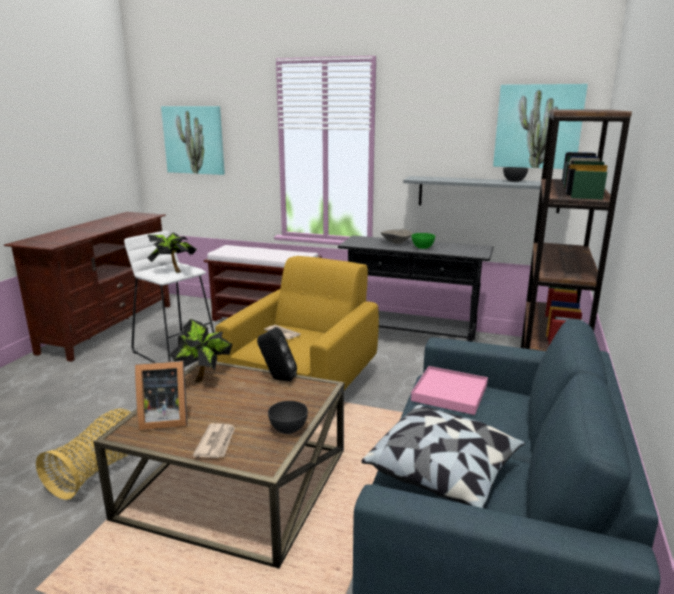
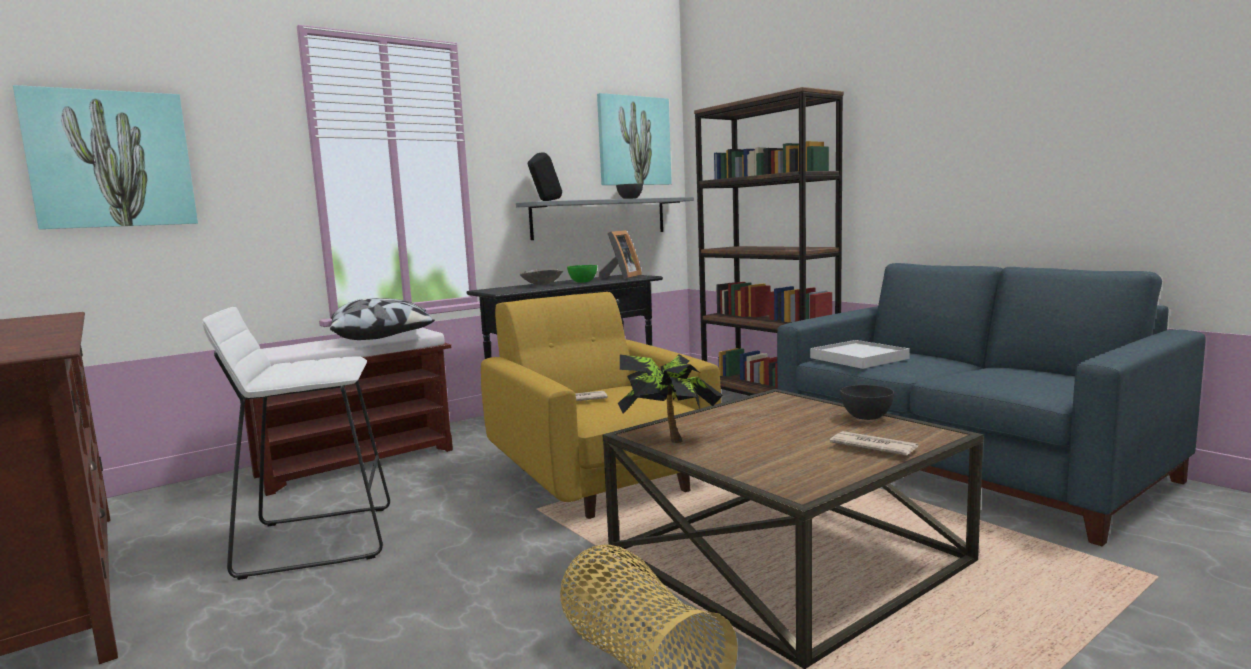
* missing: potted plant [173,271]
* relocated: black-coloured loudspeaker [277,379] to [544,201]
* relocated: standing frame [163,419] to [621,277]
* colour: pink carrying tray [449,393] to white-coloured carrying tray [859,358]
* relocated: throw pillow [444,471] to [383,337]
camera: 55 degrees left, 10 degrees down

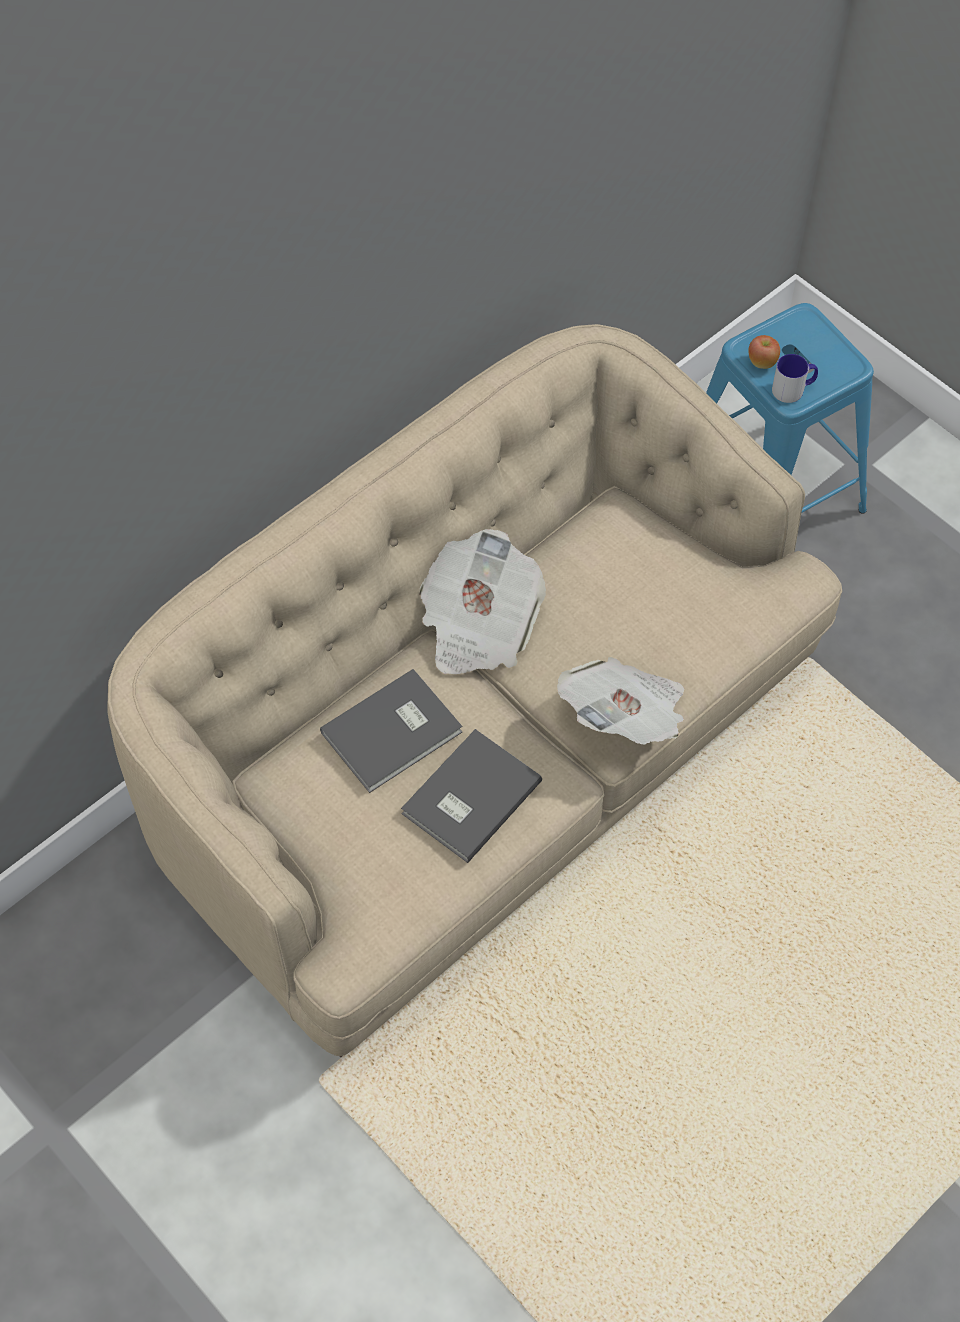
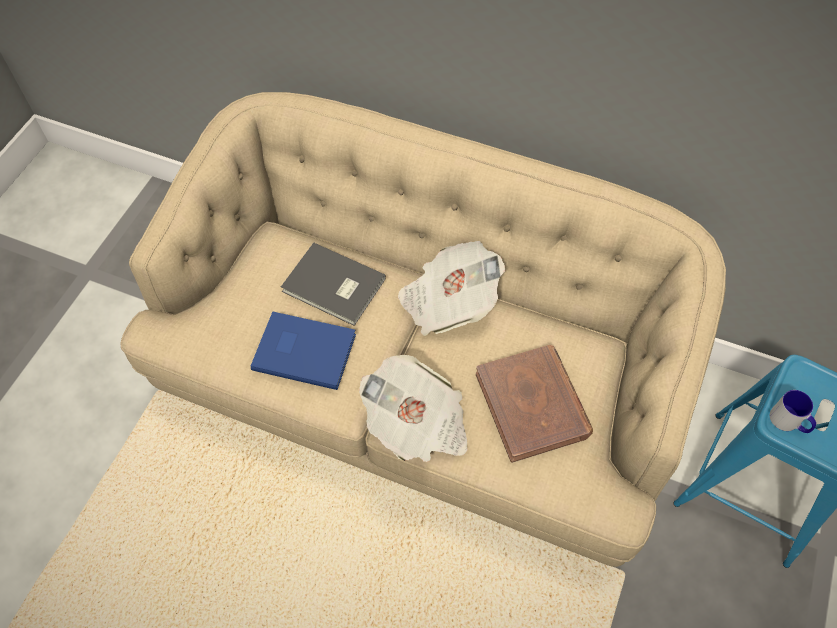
* missing: apple [762,362]
* colour: grey bound book [468,797] to blue-coloured bound book [304,350]
* appeared: brown bound book [532,404]
camera: 65 degrees right, 0 degrees up

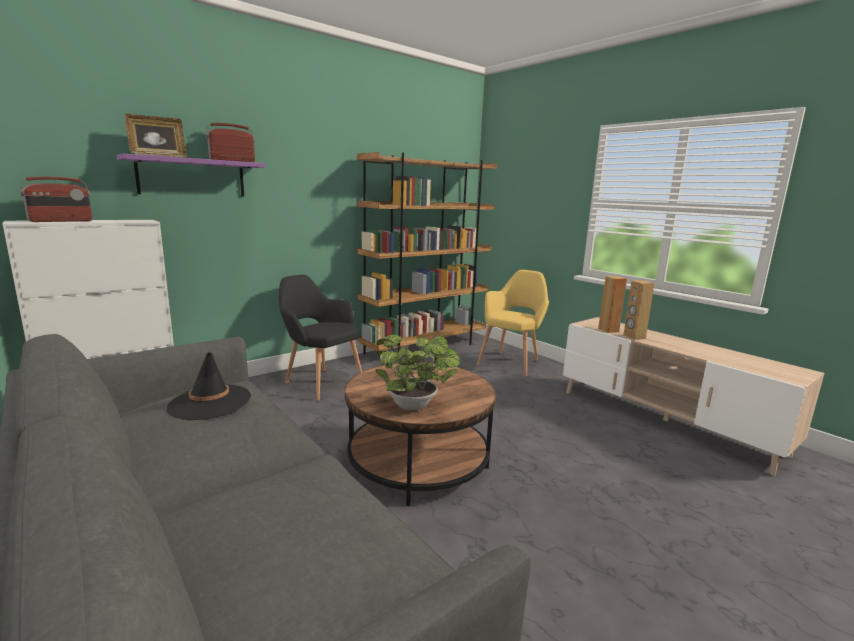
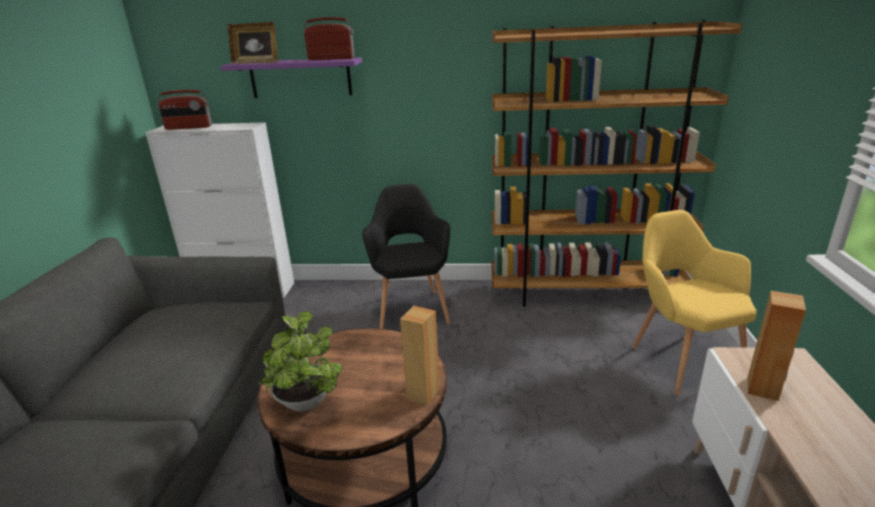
* spun: yellow-coloured easy chair [512,362] = [680,358] 90 degrees counterclockwise
* relocated: brown loudspeaker [634,337] to [422,393]
* missing: black-coloured clothing hat [210,402]
camera: 45 degrees right, 10 degrees up

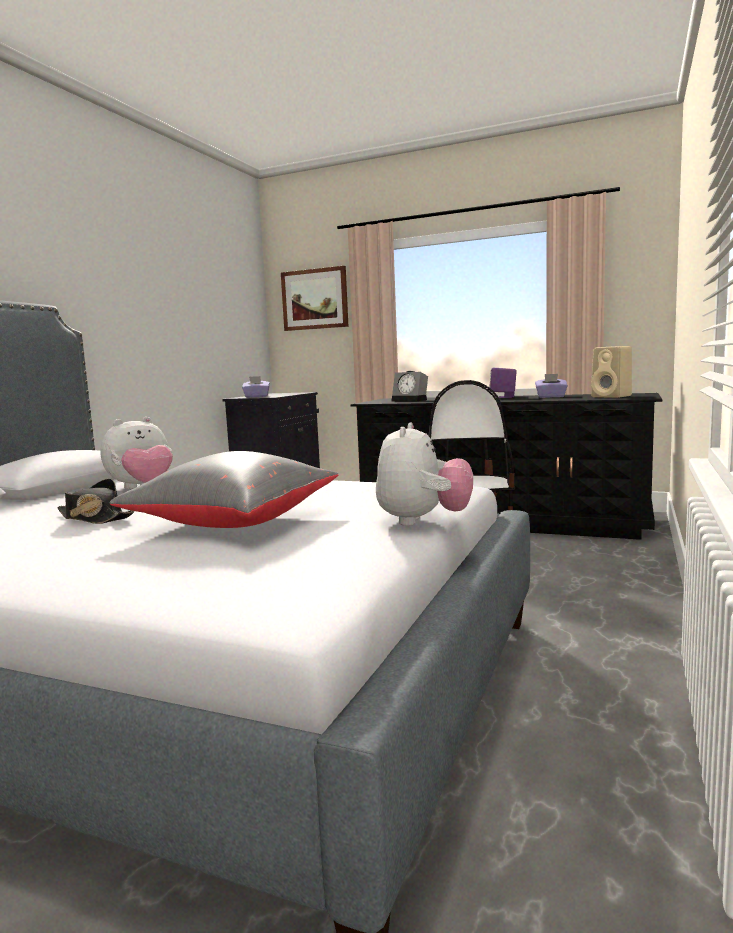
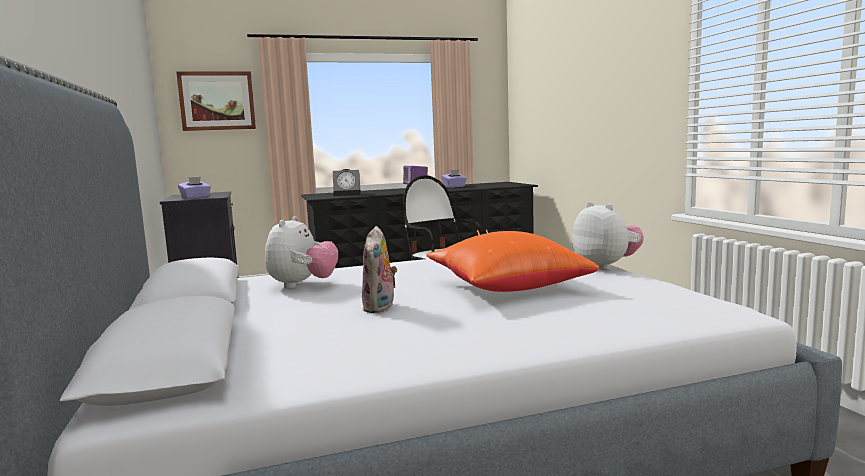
* missing: beige-coloured loudspeaker [612,396]
* colour: grey throw pillow [233,523] to orange throw pillow [505,288]
* exchanged: black-coloured clothing hat [94,518] to soft toy [380,308]
camera: 40 degrees left, 0 degrees up

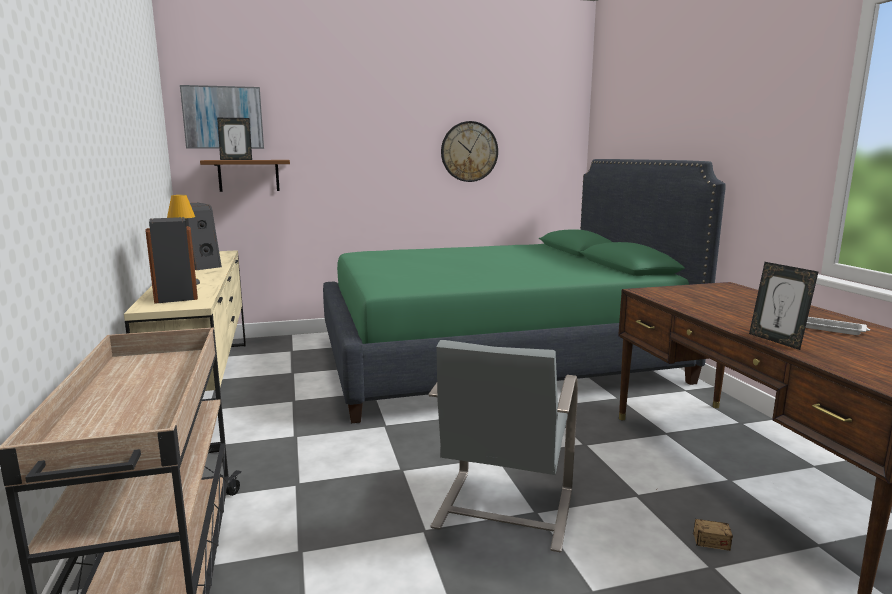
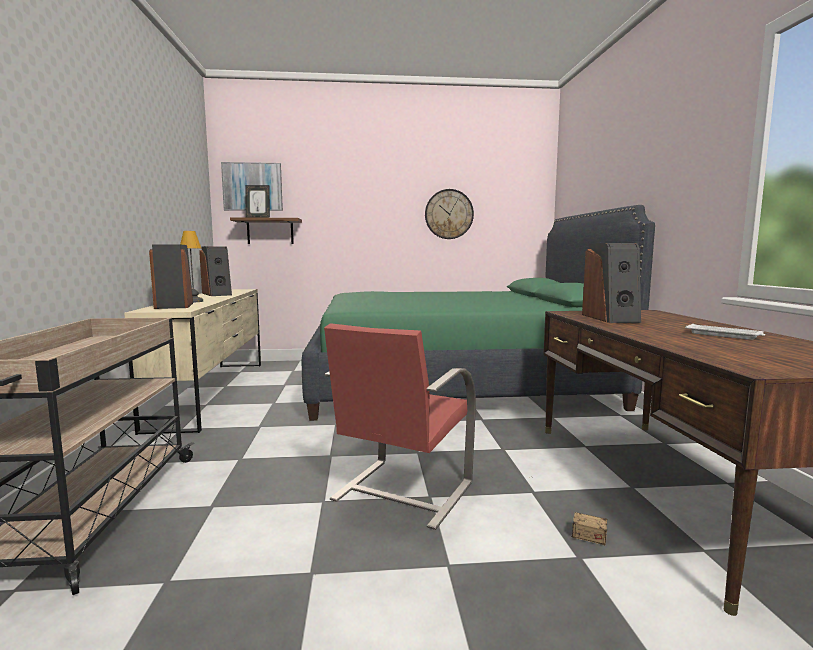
* missing: standing frame [776,341]
* colour: grey chair [503,510] to red-coloured chair [401,492]
* appeared: loudspeaker [611,318]
camera: 10 degrees right, 5 degrees down

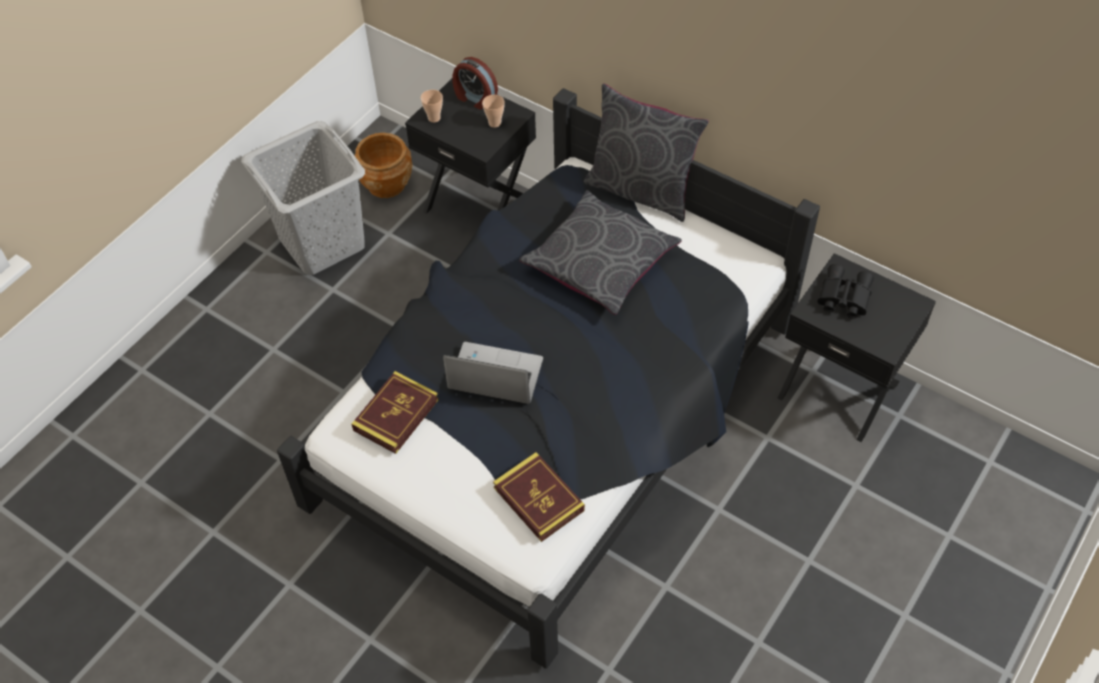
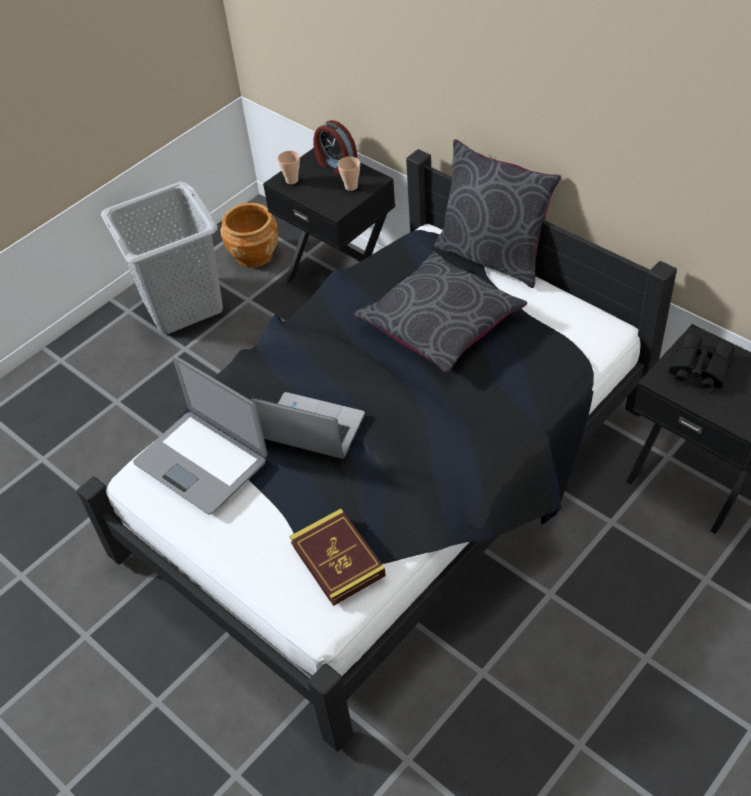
* exchanged: bound book [396,415] to portable computer [202,461]
camera: 10 degrees right, 5 degrees down

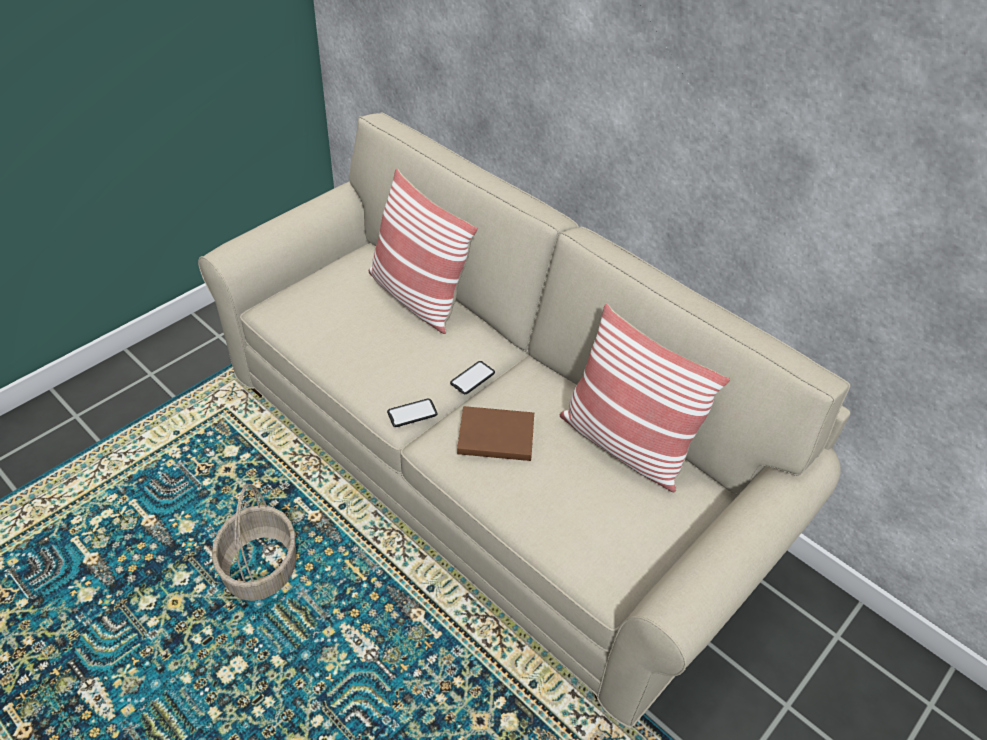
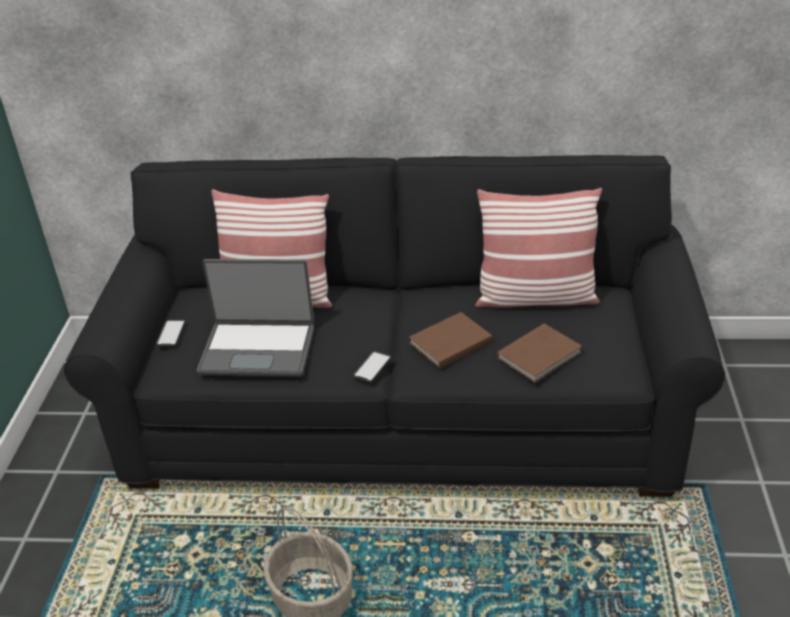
* colour: beige-coloured sofa [490,464] to black-coloured sofa [403,413]
* relocated: phone [472,378] to [171,333]
* appeared: portable computer [258,349]
* appeared: brown bound book [541,355]
camera: 35 degrees left, 10 degrees down

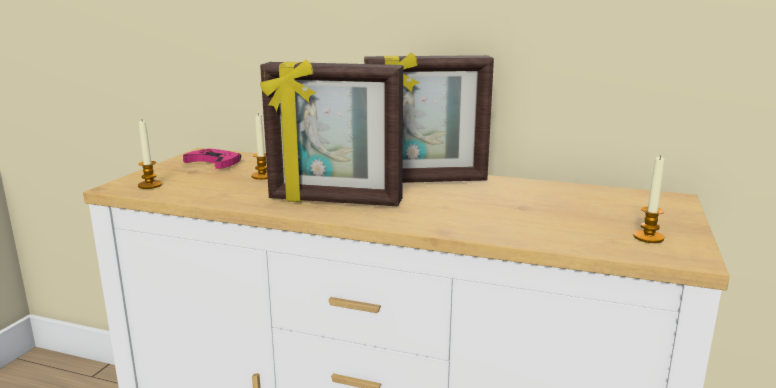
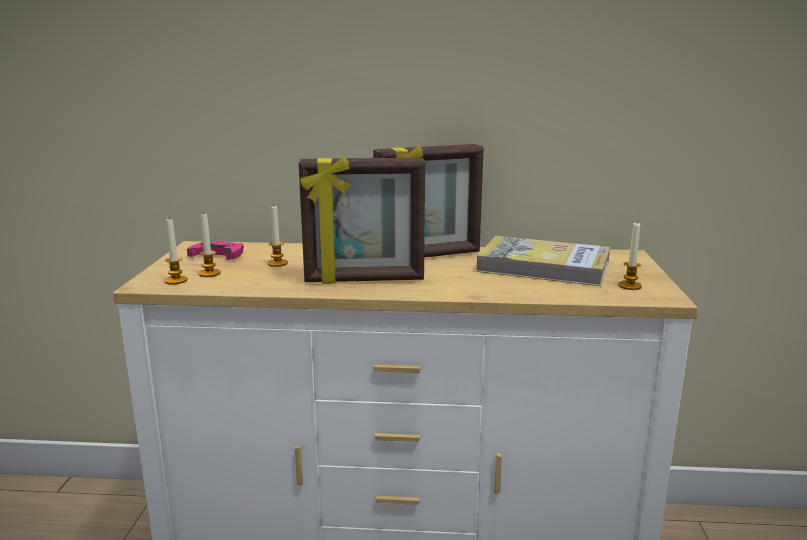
* appeared: wax light [209,273]
* appeared: bound book [543,266]
camera: 15 degrees left, 0 degrees up

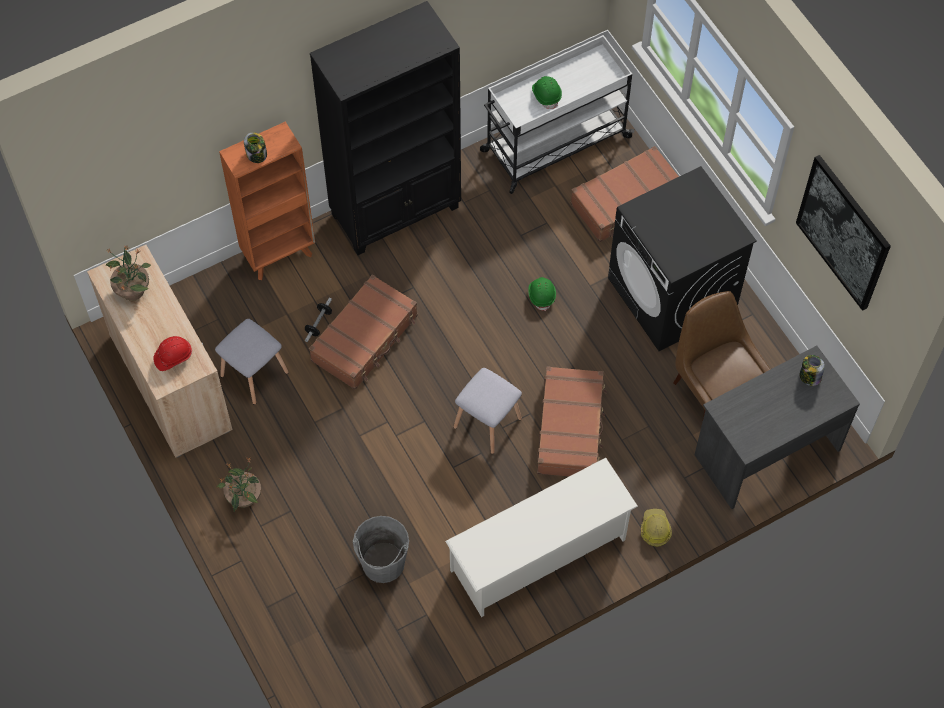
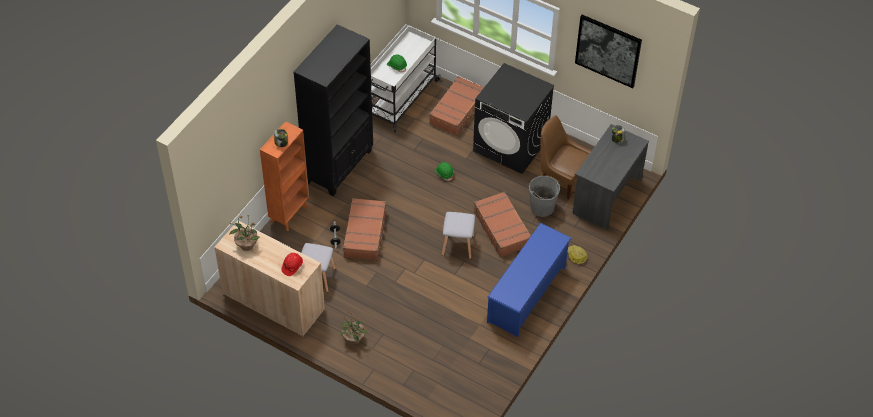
* colour: white-coloured shoe stand [539,555] to blue-coloured shoe stand [527,294]
* relocated: grey water bucket [383,563] to [542,207]
camera: 30 degrees left, 10 degrees down

